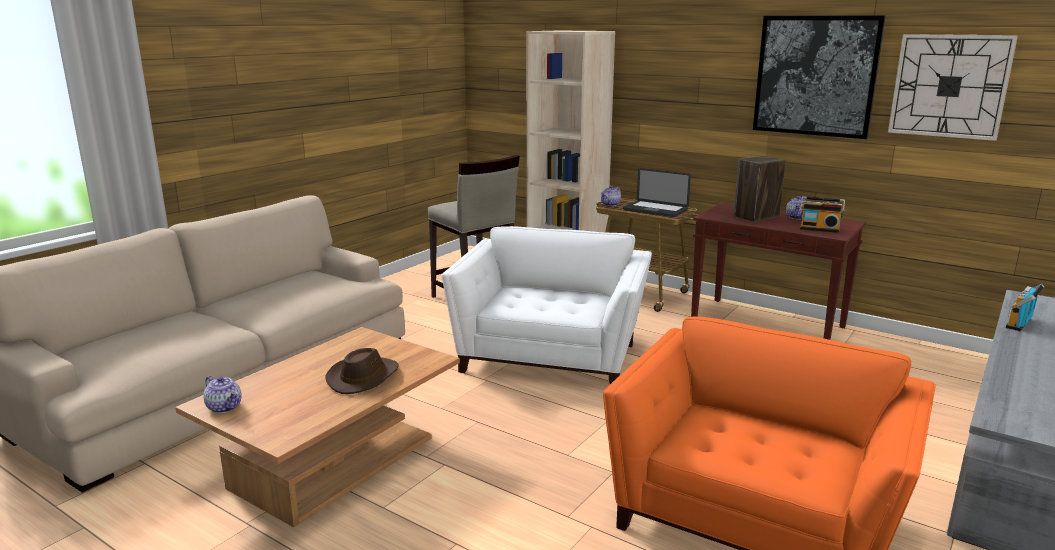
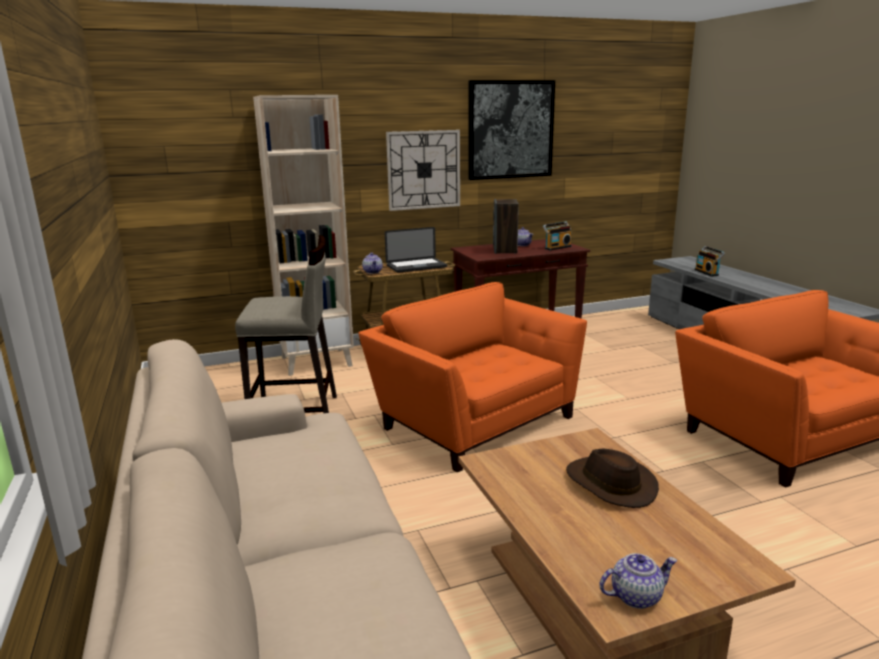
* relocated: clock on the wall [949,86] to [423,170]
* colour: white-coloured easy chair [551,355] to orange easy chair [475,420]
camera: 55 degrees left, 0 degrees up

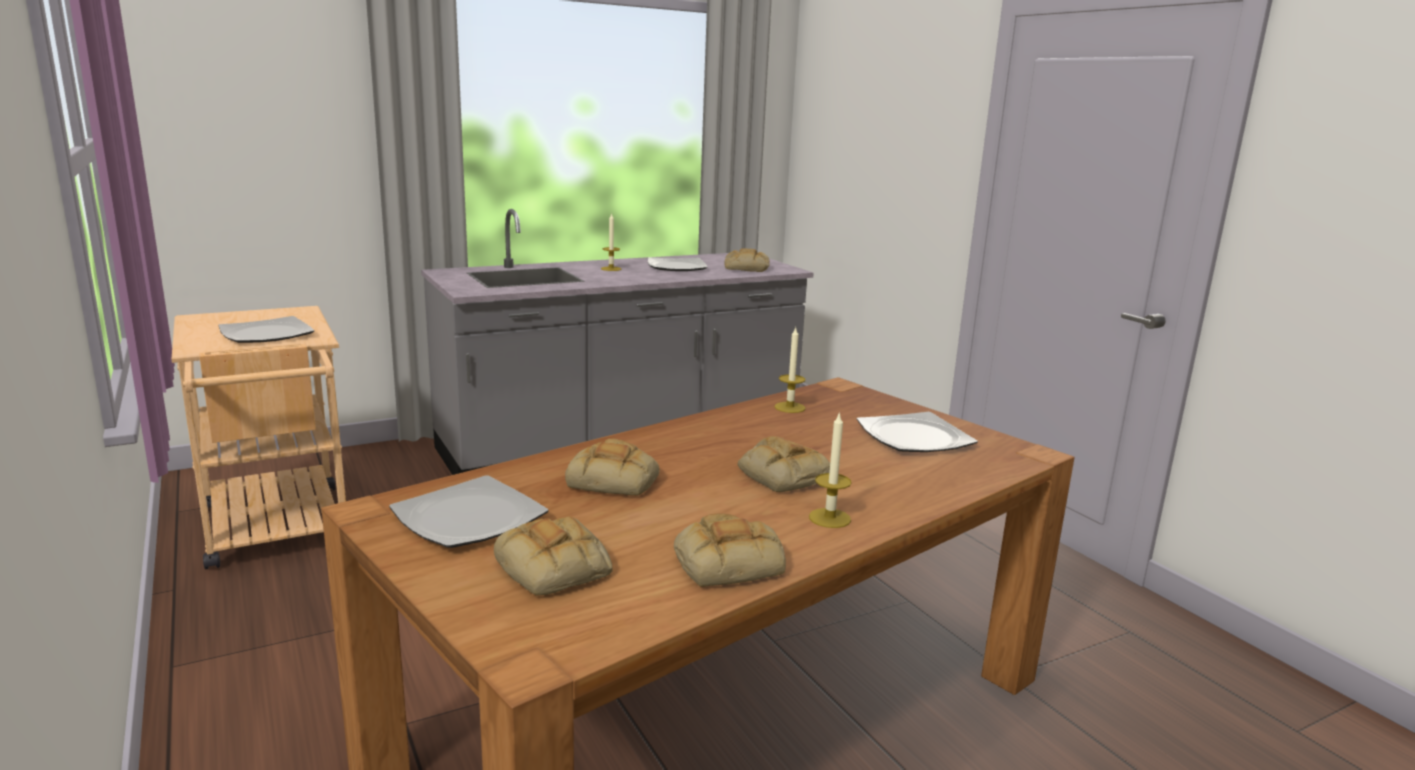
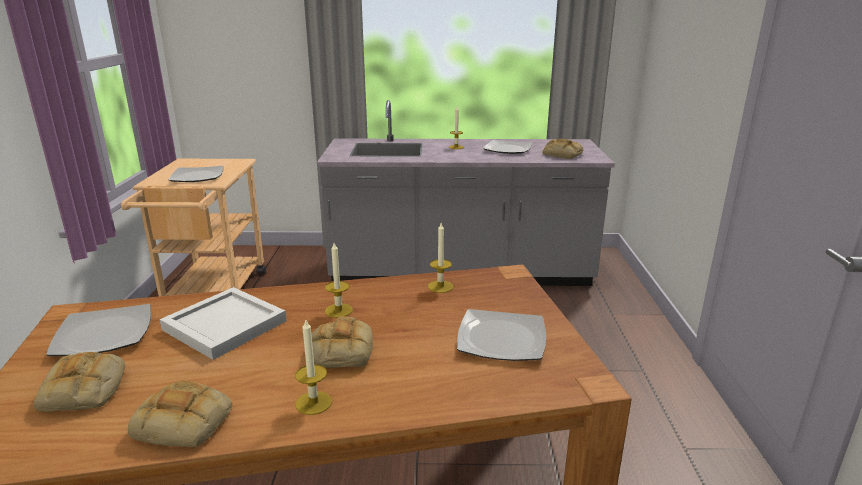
* exchanged: bread [615,480] to white-coloured carrying tray [227,325]
* appeared: wax light [338,310]
camera: 30 degrees right, 5 degrees up

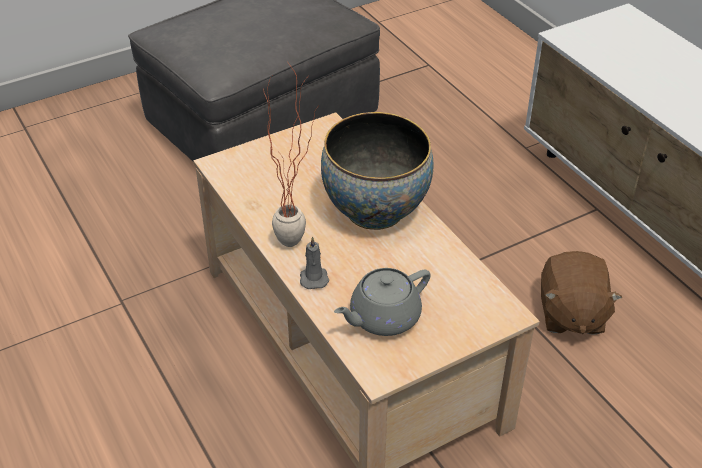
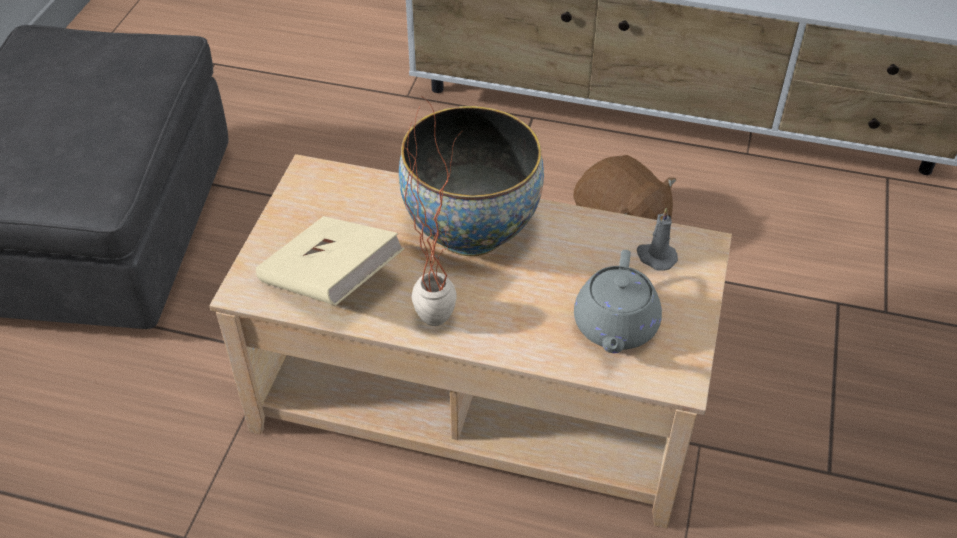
* relocated: grey wax light [313,278] to [655,257]
* appeared: beige-coloured bound book [331,282]
camera: 45 degrees left, 5 degrees up

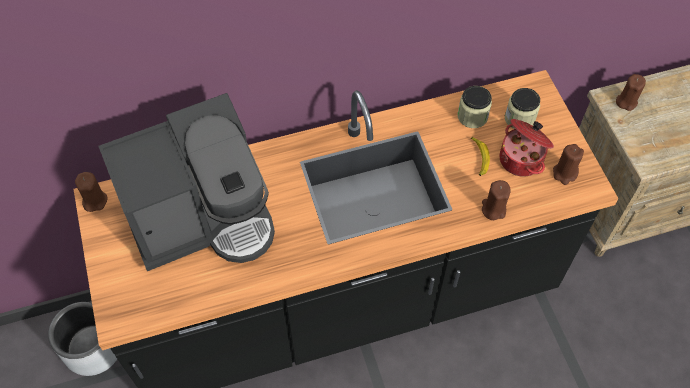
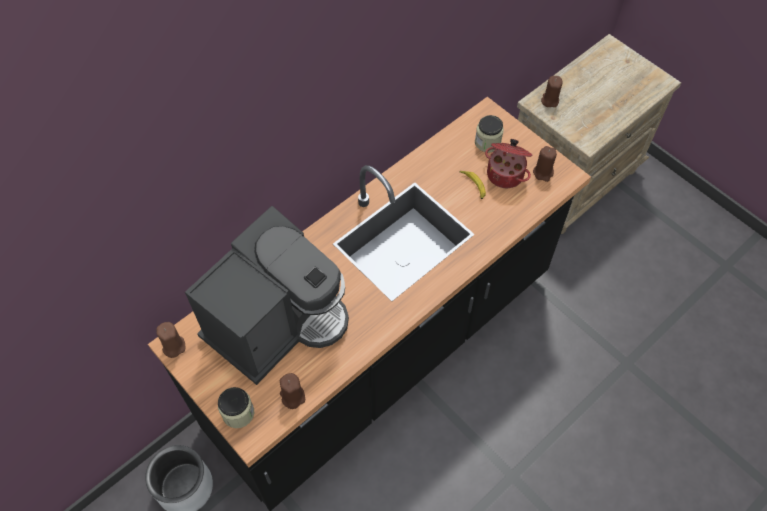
* relocated: preserve jar [472,116] to [238,413]
* relocated: brown wax light [493,209] to [292,396]
camera: 25 degrees left, 0 degrees up

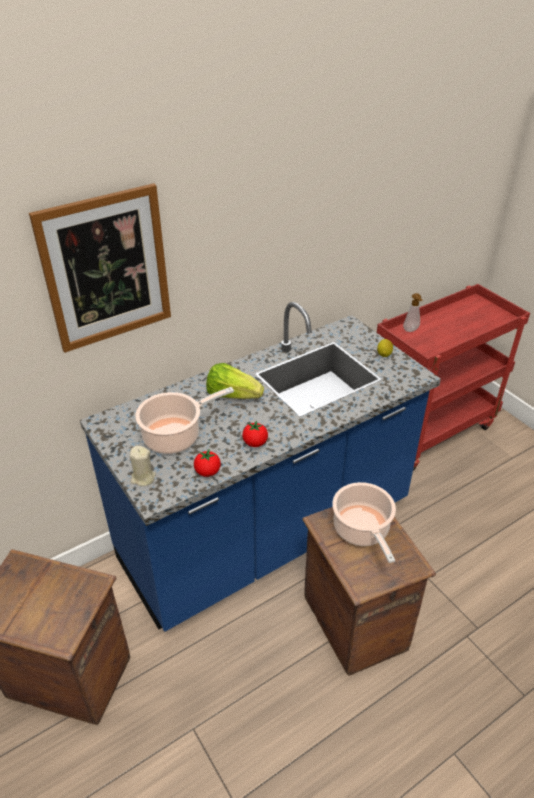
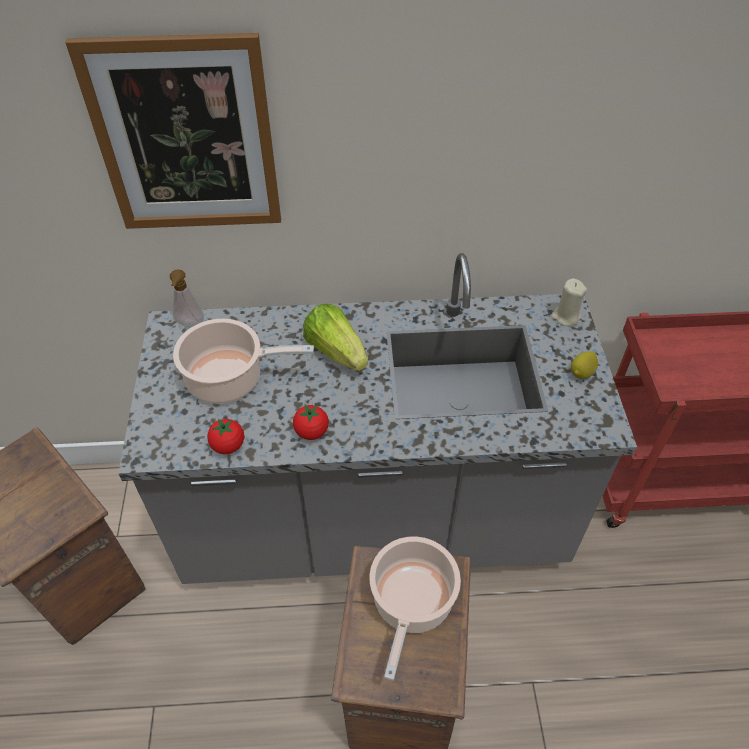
* relocated: liquid soap bottle [411,330] to [190,325]
* colour: blue-coloured kitchen base unit [267,534] to grey kitchen base unit [374,521]
* relocated: beige-coloured wax light [143,478] to [565,317]
camera: 30 degrees right, 10 degrees up

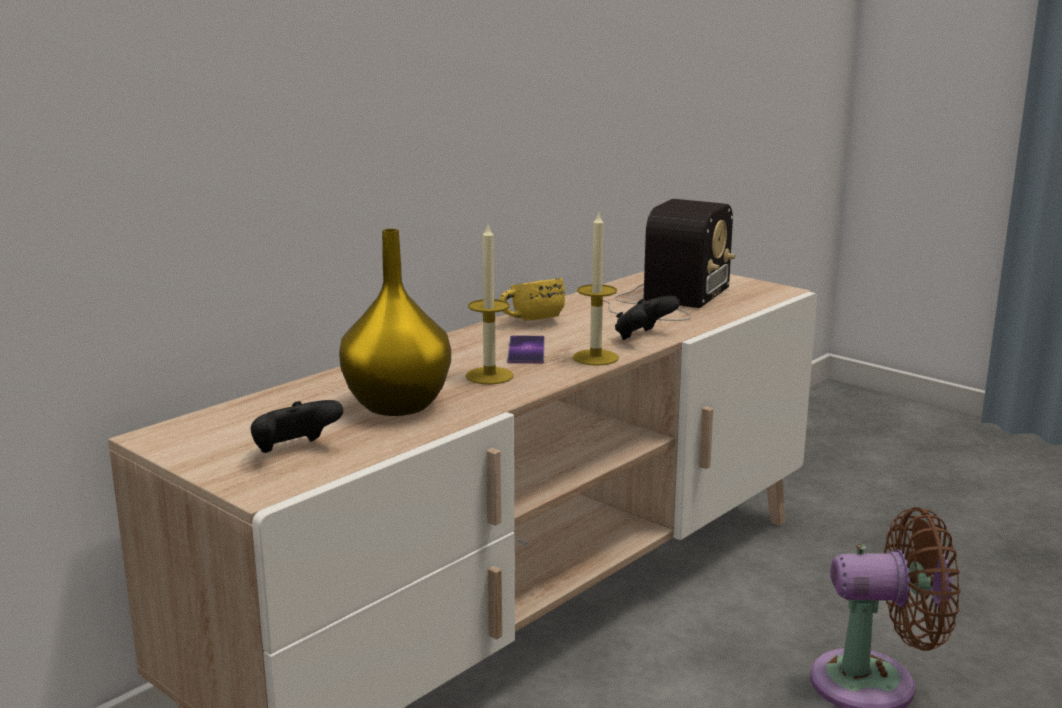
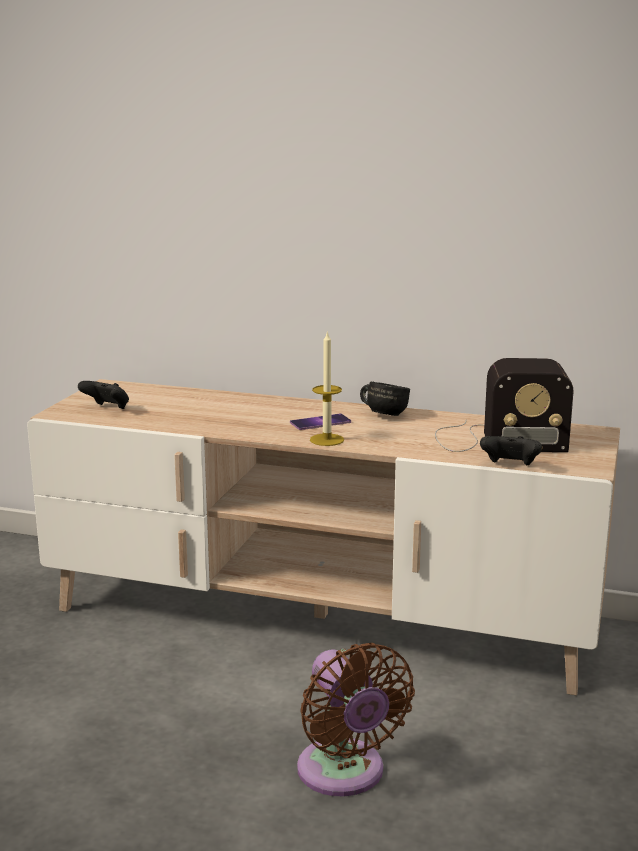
* missing: wax light [489,376]
* missing: yellow-coloured decorative vase [395,406]
* colour: yellow-coloured mug [530,321] to black-coloured mug [383,414]
* relocated: black-coloured gamepad [643,337] to [510,466]
camera: 65 degrees right, 0 degrees up

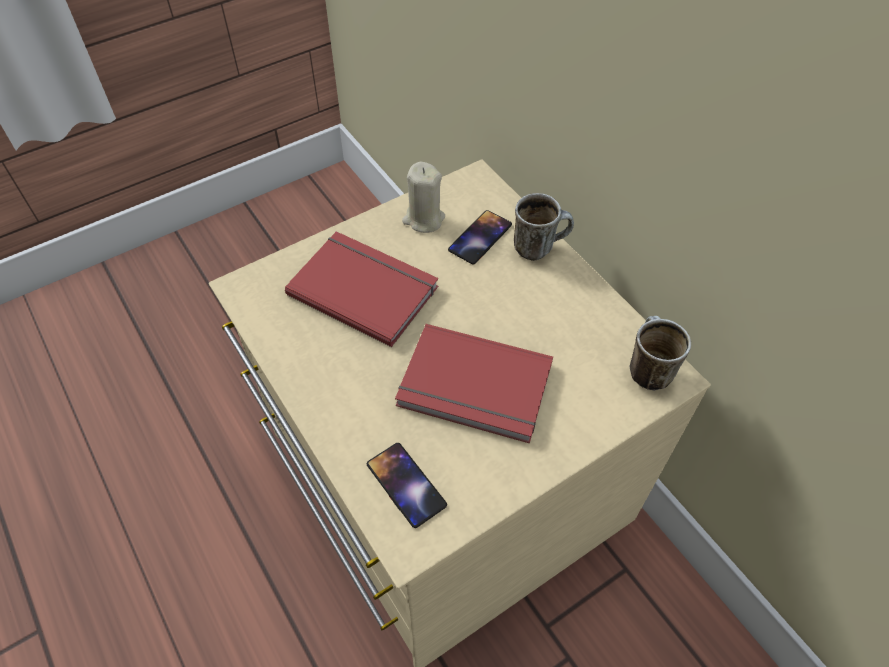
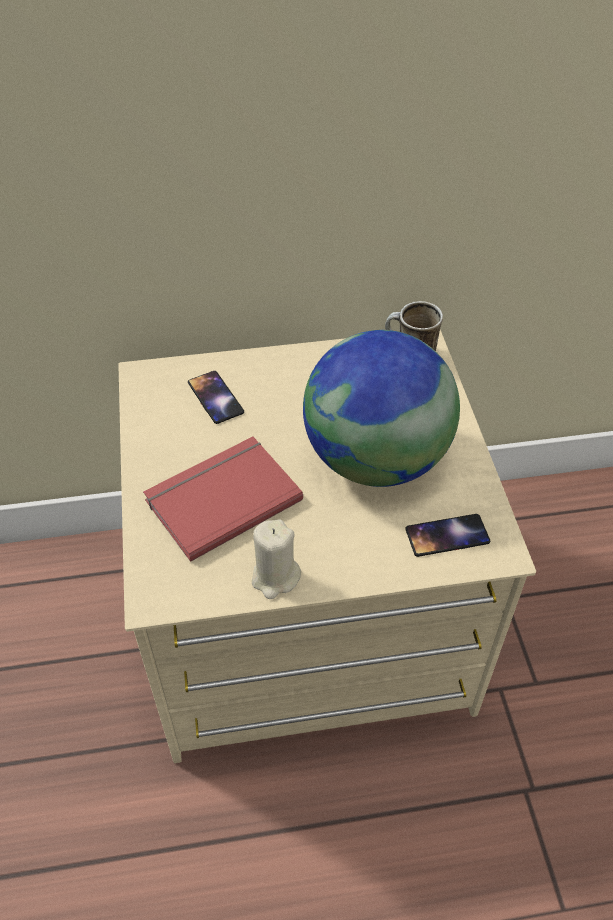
* relocated: beige-coloured wax light [423,219] to [275,577]
* missing: mug [539,247]
* exchanged: red-coloured bound book [474,389] to world globe [376,459]
camera: 65 degrees left, 5 degrees down

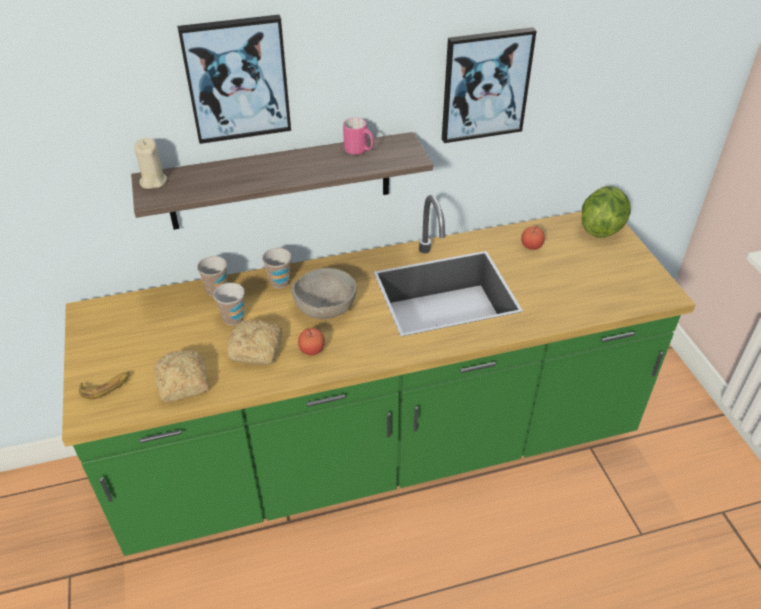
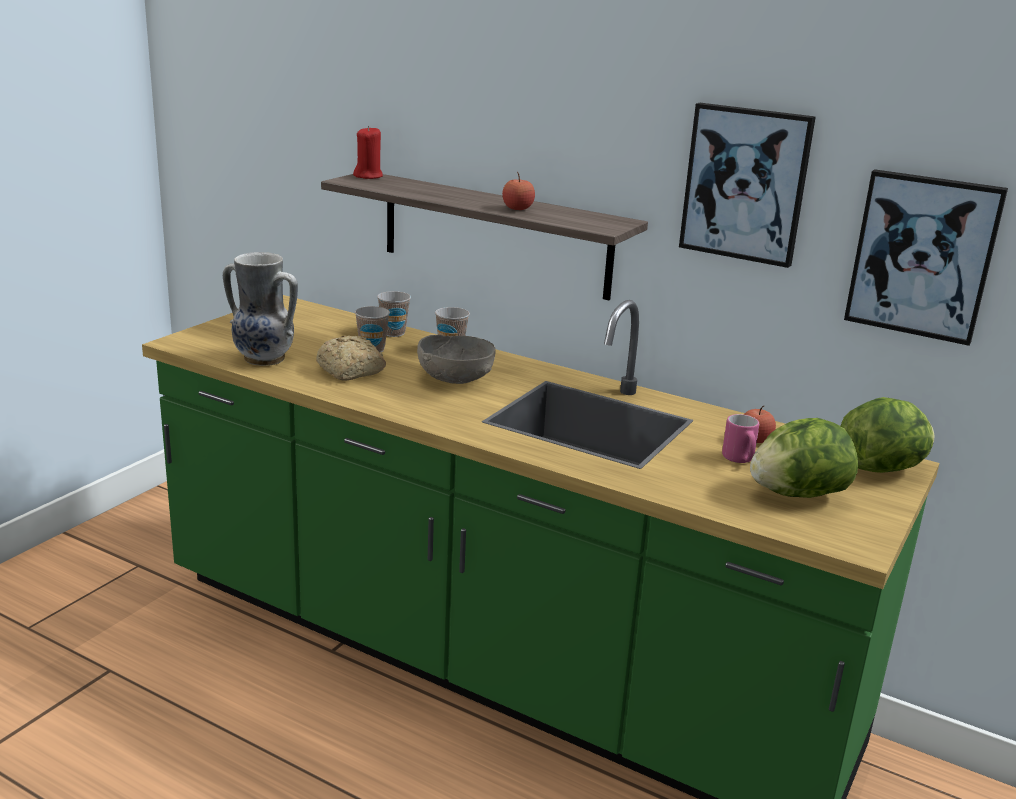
* relocated: wall picture [237,79] to [923,256]
* relocated: pink mug [359,151] to [740,460]
* colour: beige-coloured wax light [153,181] to red-coloured wax light [368,176]
* relocated: apple [312,350] to [517,208]
* exchanged: bread [182,384] to decorative vase [263,359]
* missing: whole banana [106,387]
* appeared: head of lettuce [797,494]
camera: 45 degrees right, 20 degrees down

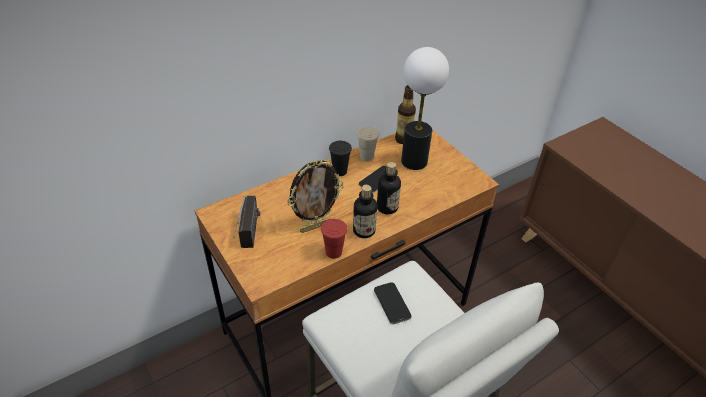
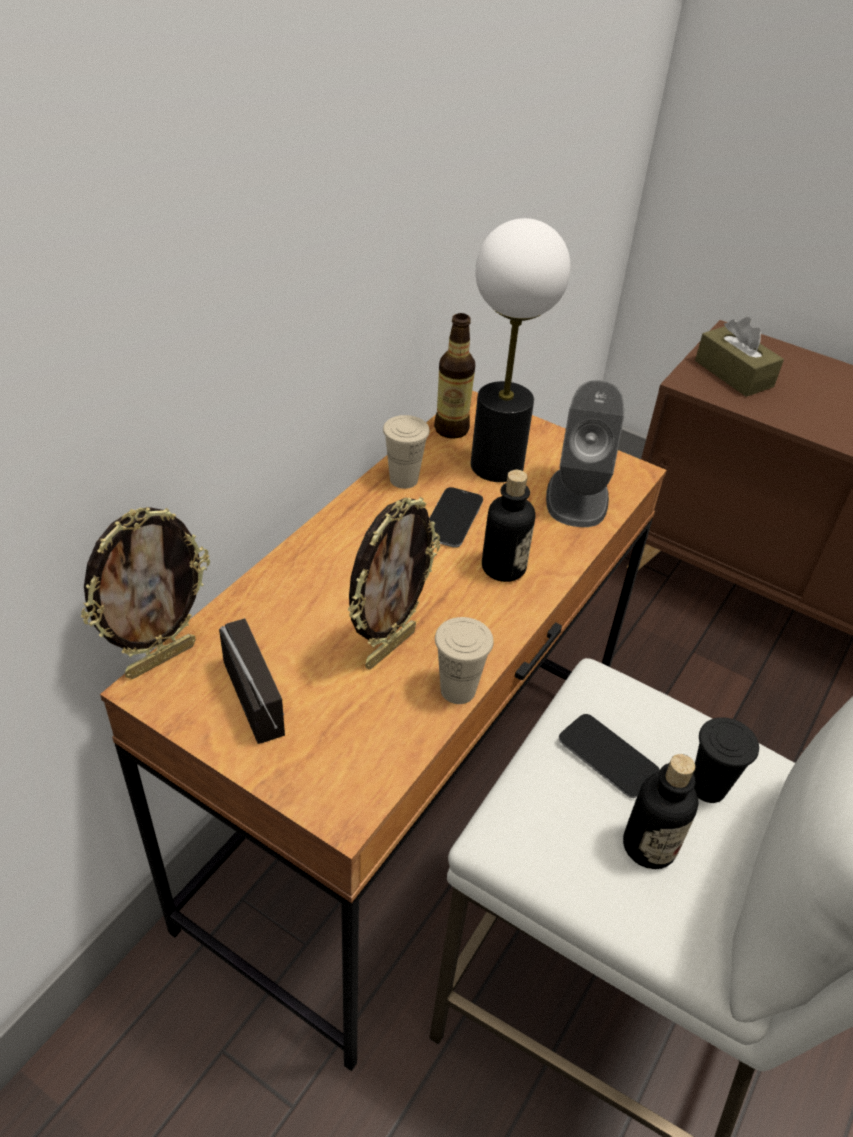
* relocated: black-coloured drinking cup [340,171] to [708,787]
* relocated: drink bottle [364,231] to [649,846]
* colour: red-coloured drinking cup [333,252] to beige-coloured drinking cup [458,690]
* appeared: brown tissue holder [733,374]
* appeared: grey loudspeaker [577,496]
* appeared: standing frame [160,659]
camera: 25 degrees left, 0 degrees up

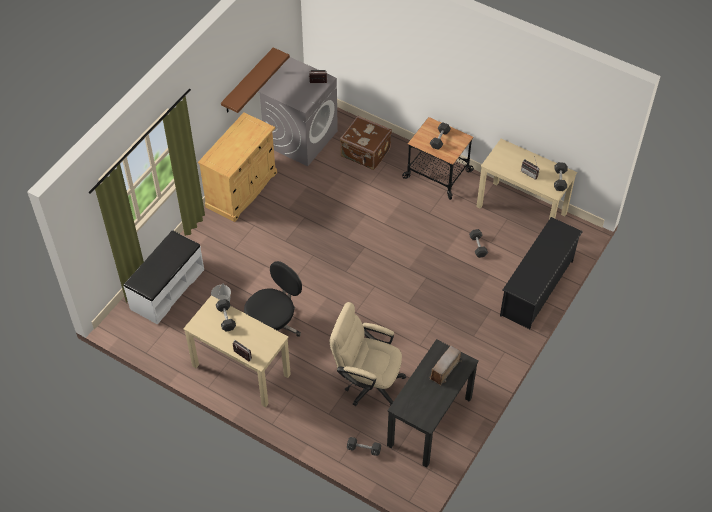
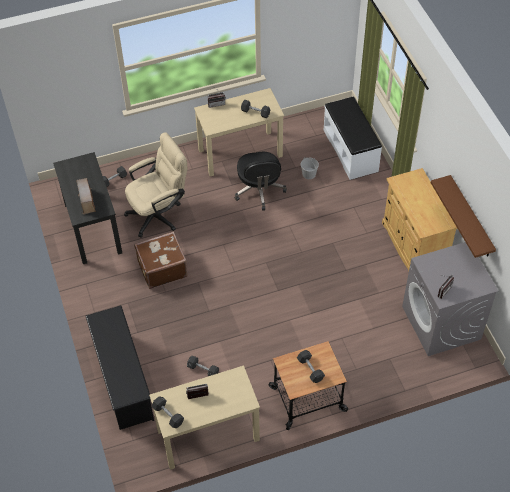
* relocated: brown piece of luggage [365,153] to [161,268]
camera: 130 degrees right, 0 degrees up

